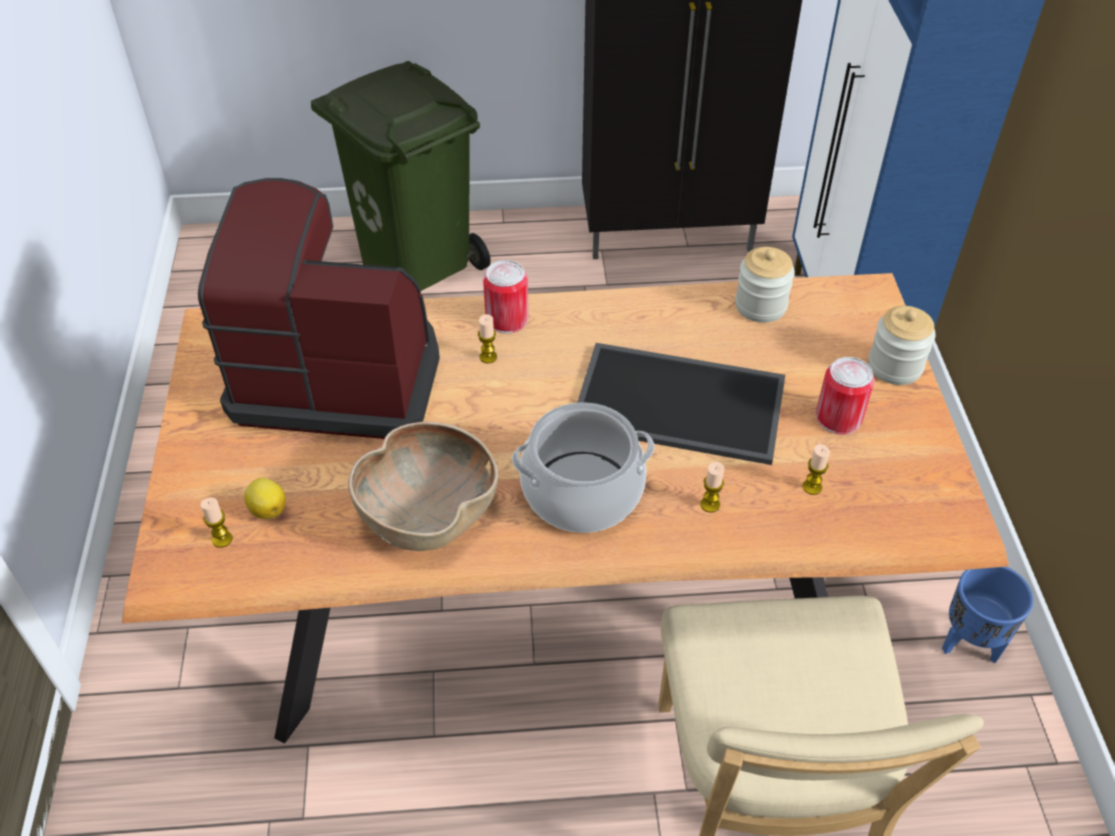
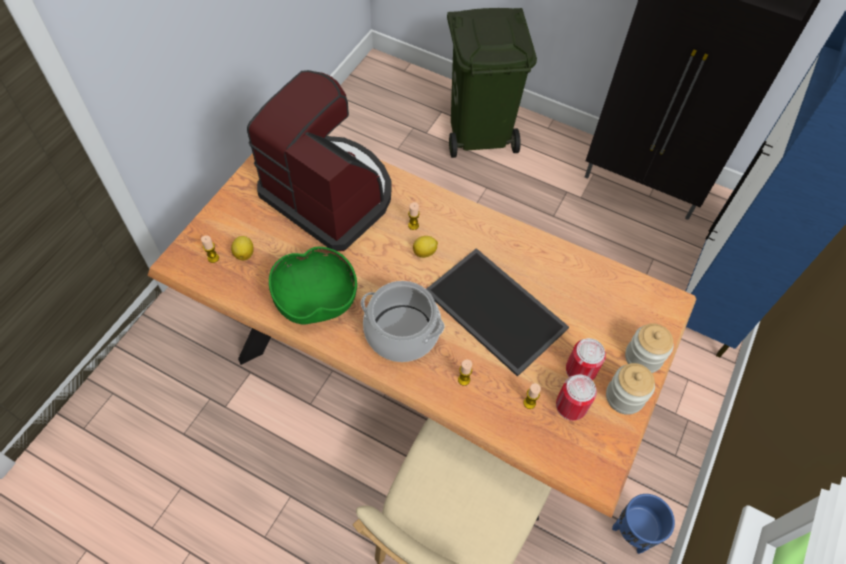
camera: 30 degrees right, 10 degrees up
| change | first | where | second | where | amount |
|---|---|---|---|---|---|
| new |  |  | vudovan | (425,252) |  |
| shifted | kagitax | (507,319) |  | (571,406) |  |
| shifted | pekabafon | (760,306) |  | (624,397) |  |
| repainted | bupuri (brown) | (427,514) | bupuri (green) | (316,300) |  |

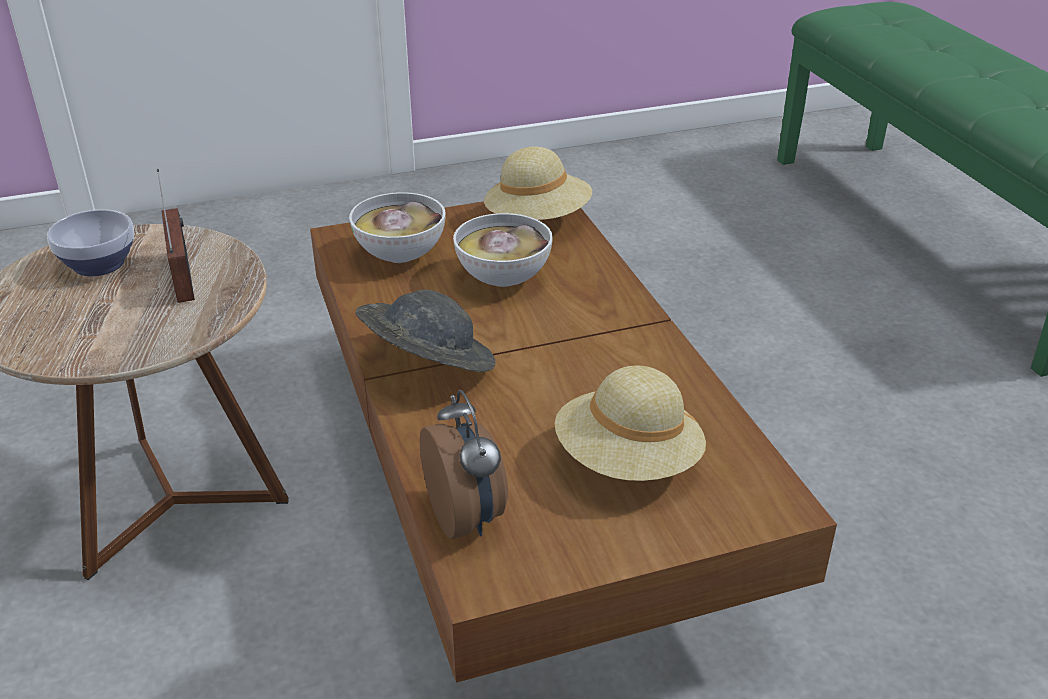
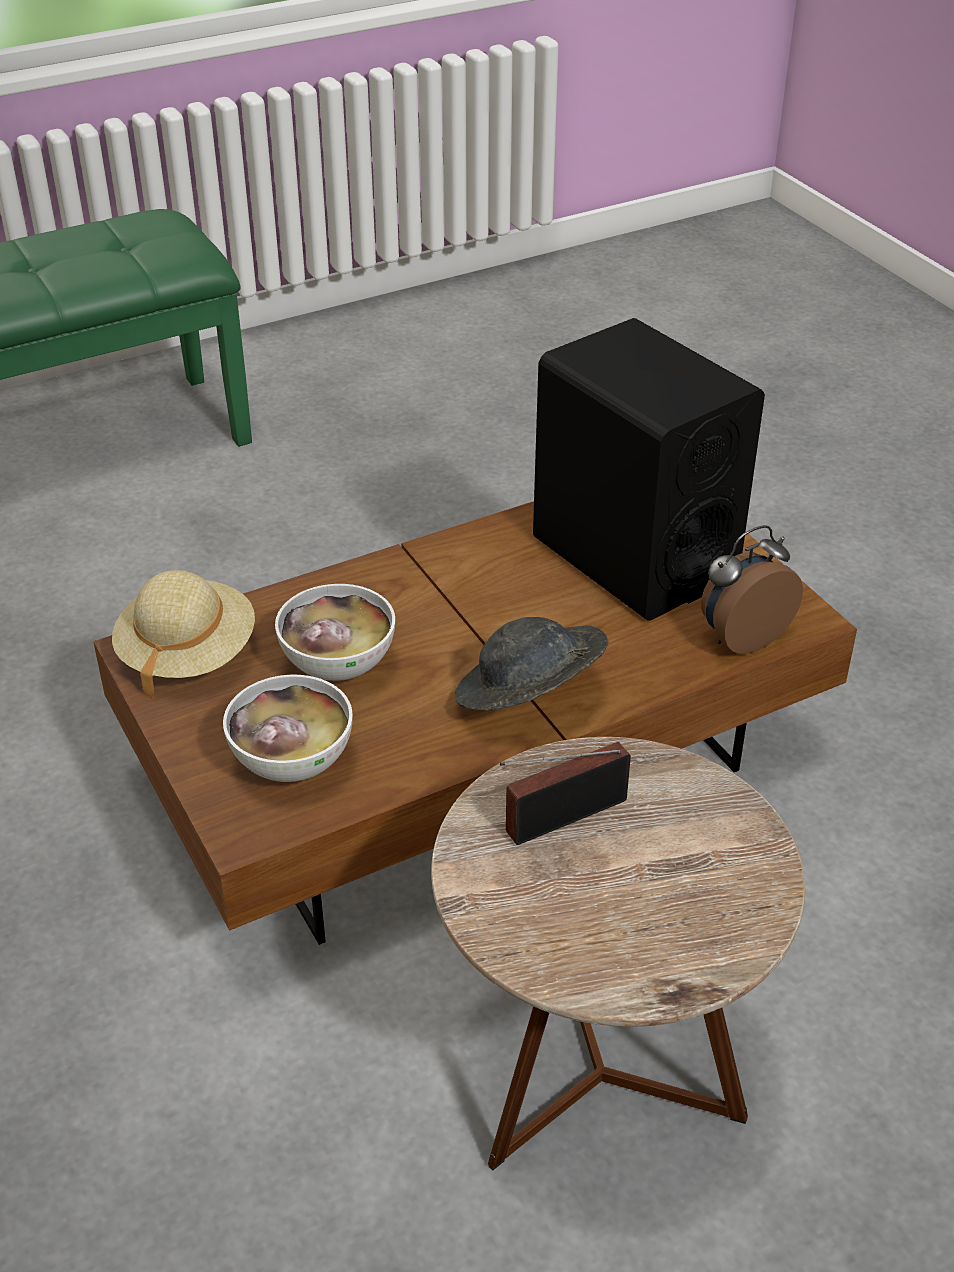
camera: 100 degrees left, 5 degrees up
| change | first | where | second | where | amount |
|---|---|---|---|---|---|
| gone | bupuri | (101,264) |  |  |  |
| swapped | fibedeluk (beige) | (628,461) | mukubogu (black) | (633,556) |  |

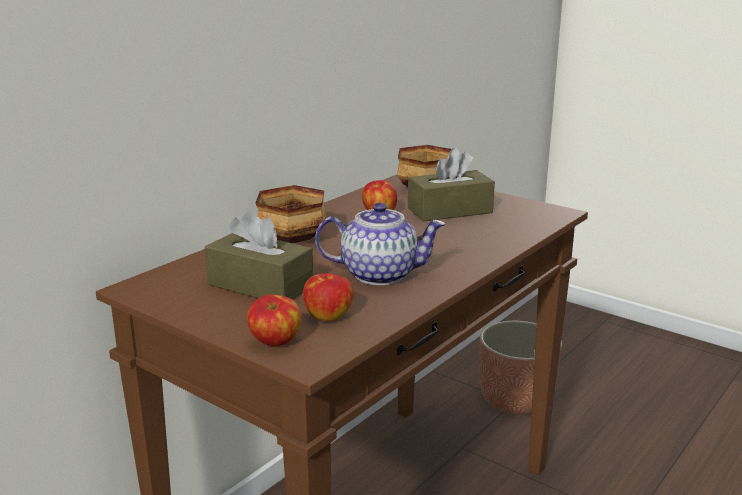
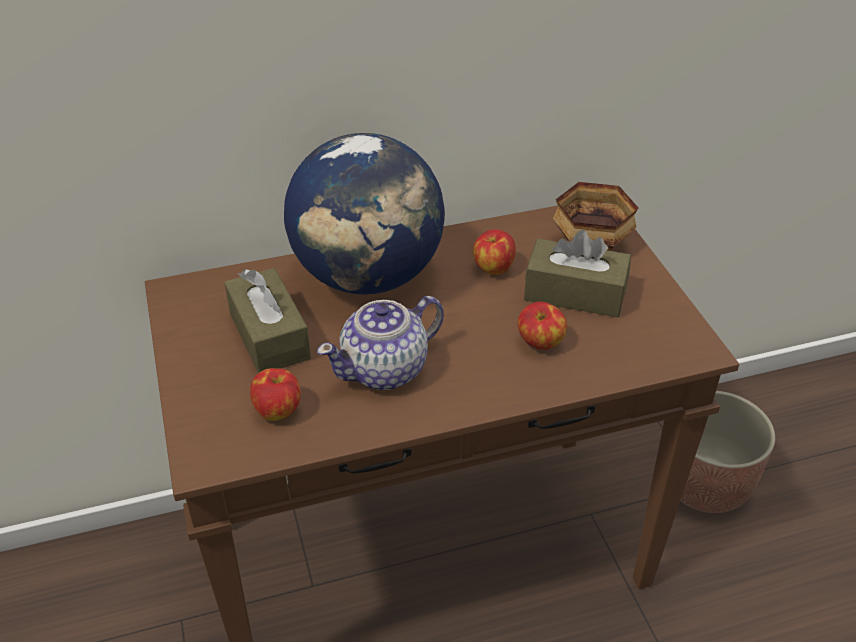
camera: 35 degrees right, 20 degrees up
| change | first | where | second | where | amount |
|---|---|---|---|---|---|
| shifted | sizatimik | (275,342) |  | (540,343) |  |
| swapped | bupuri | (294,239) | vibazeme | (368,276) |  |
| rotated | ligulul | (378,274) |  | (386,369) | 105 degrees clockwise |

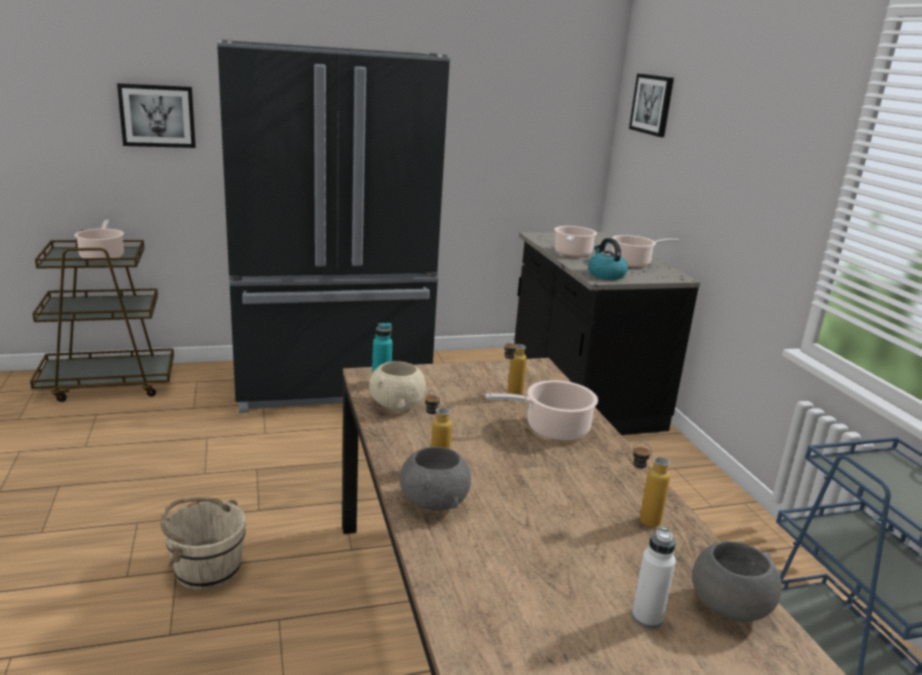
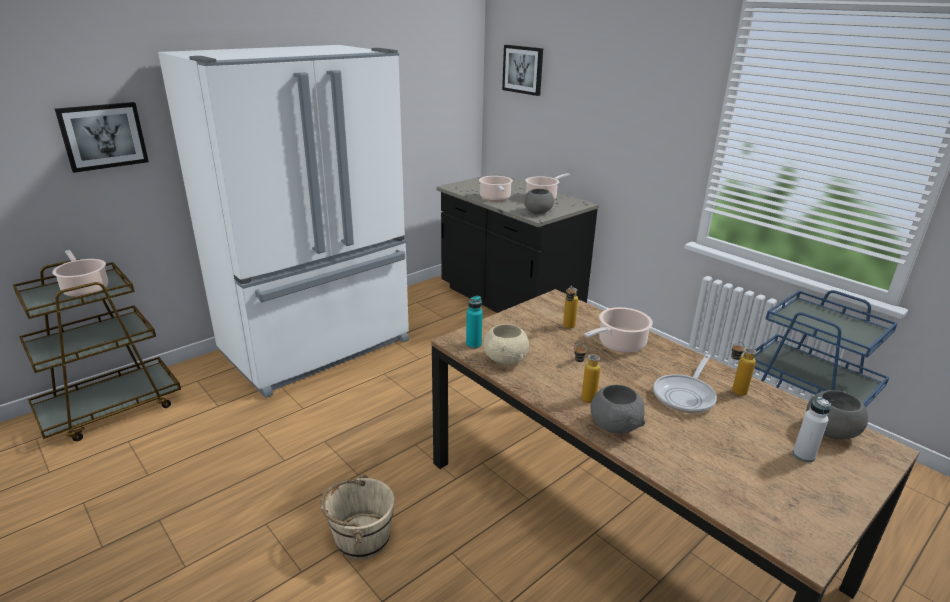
camera: 25 degrees left, 5 degrees up
| change | first | where | second | where | amount |
|---|---|---|---|---|---|
| new |  |  | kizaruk | (685,395) |  |
| swapped | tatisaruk | (605,275) | bupuri (grey) | (538,212) |  |
| repainted | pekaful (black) | (331,383) | pekaful (white) | (319,348) |  |

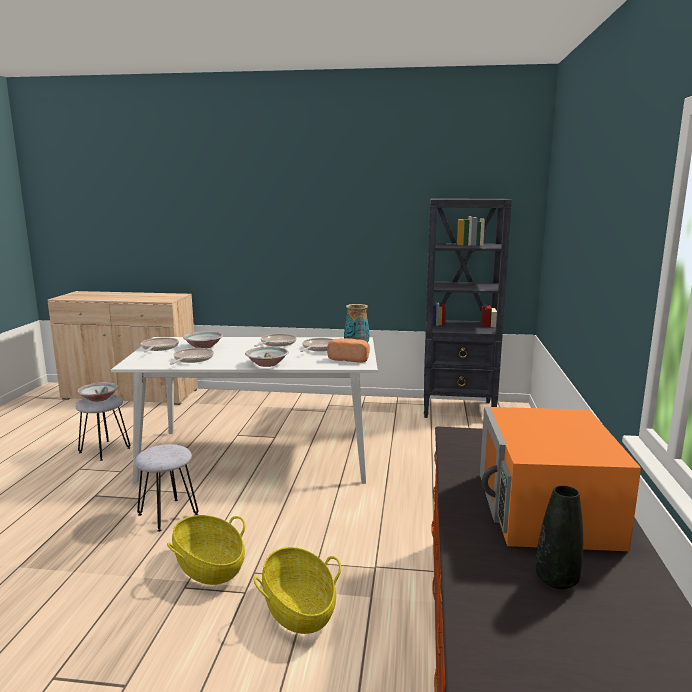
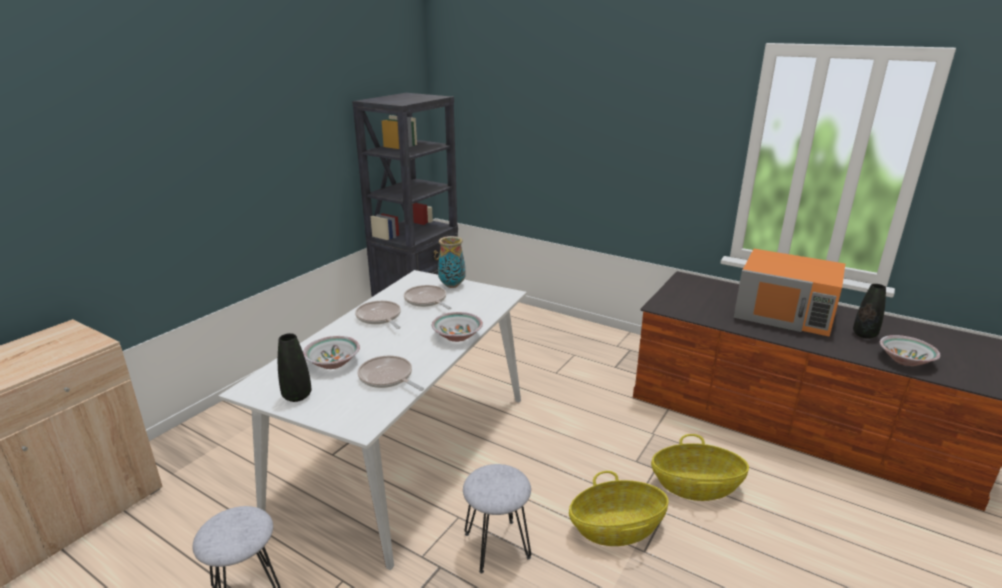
camera: 65 degrees left, 10 degrees up
| change | first | where | second | where | amount |
|---|---|---|---|---|---|
| gone | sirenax | (350,359) |  |  |  |
| shifted | bupuri | (98,399) |  | (906,360) |  |
| swapped | kizaruk | (158,348) | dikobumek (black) | (297,396) |  |

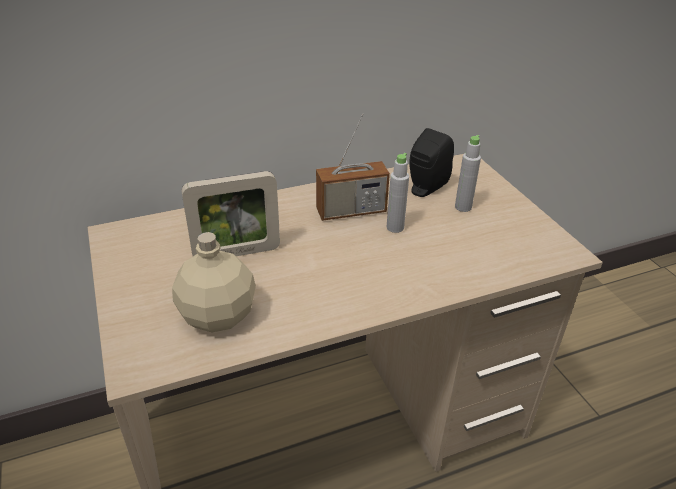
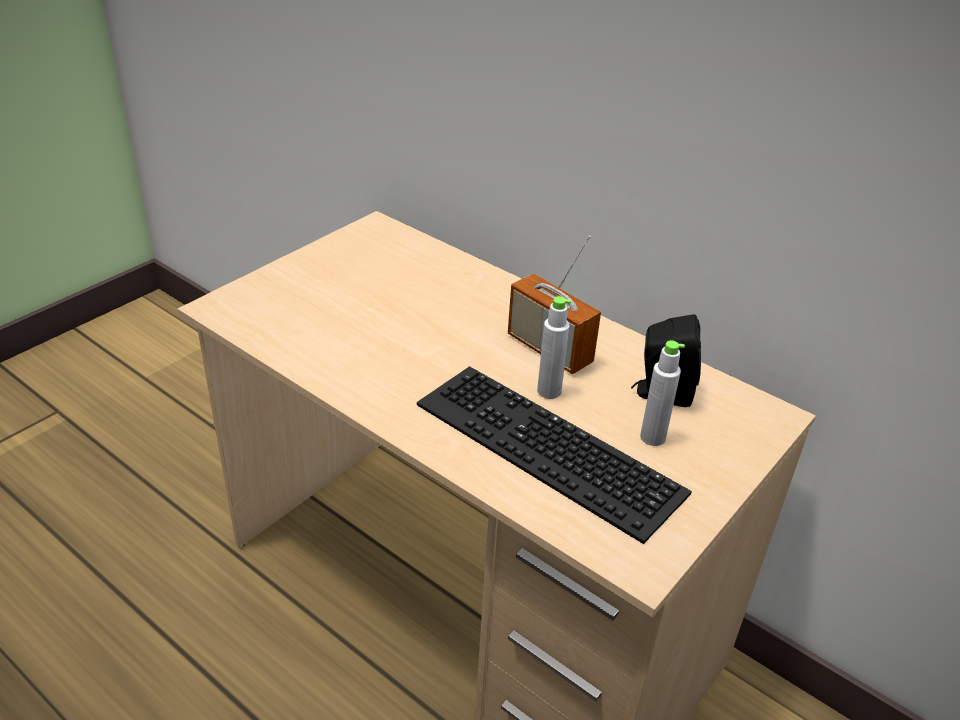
camera: 60 degrees right, 0 degrees up
| change | first | where | second | where | amount |
|---|---|---|---|---|---|
| gone | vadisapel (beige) | (217,316) |  |  |  |
| gone | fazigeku | (237,253) |  |  |  |
| new |  |  | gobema | (541,449) |  |

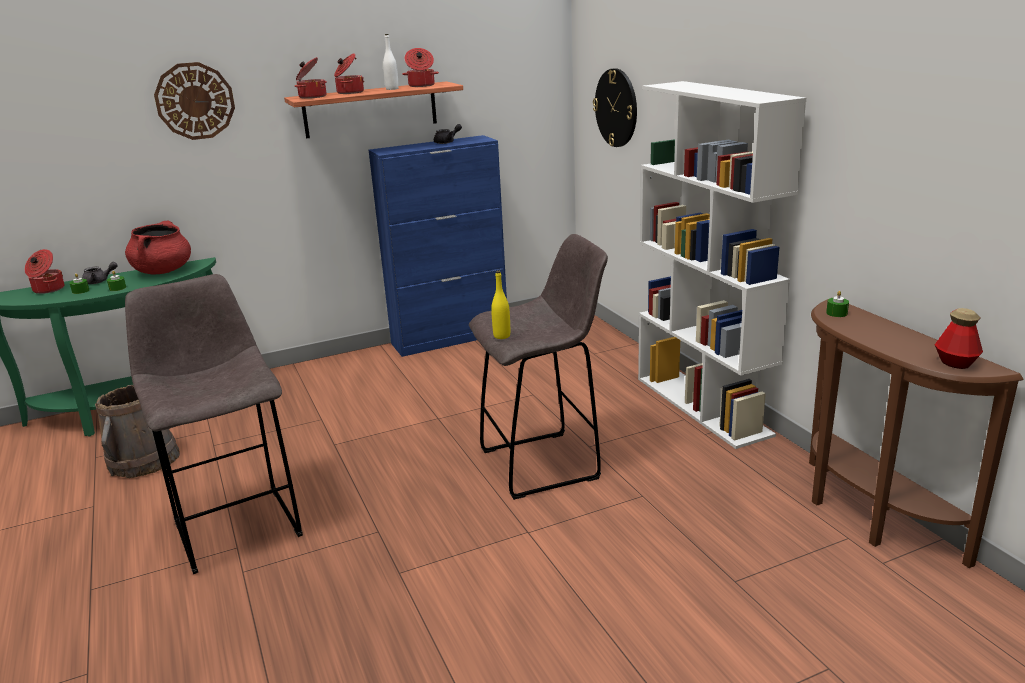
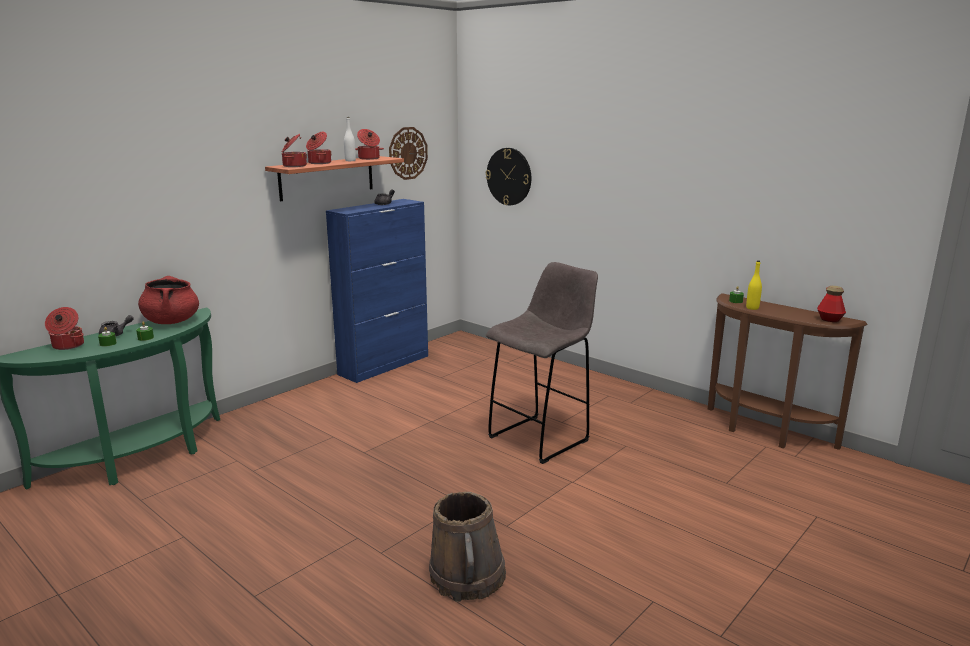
camera: 25 degrees left, 5 degrees down
| change | first | where | second | where | amount |
|---|---|---|---|---|---|
| gone | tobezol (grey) | (237,526) |  |  |  |
| gone | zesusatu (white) | (703,406) |  |  |  |
| shifted | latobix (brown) | (143,461) |  | (467,577) |  |
| shifted | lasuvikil | (195,101) |  | (408,153) |  |
| shifted | vadisapel (yellow) | (502,336) |  | (752,308) |  |

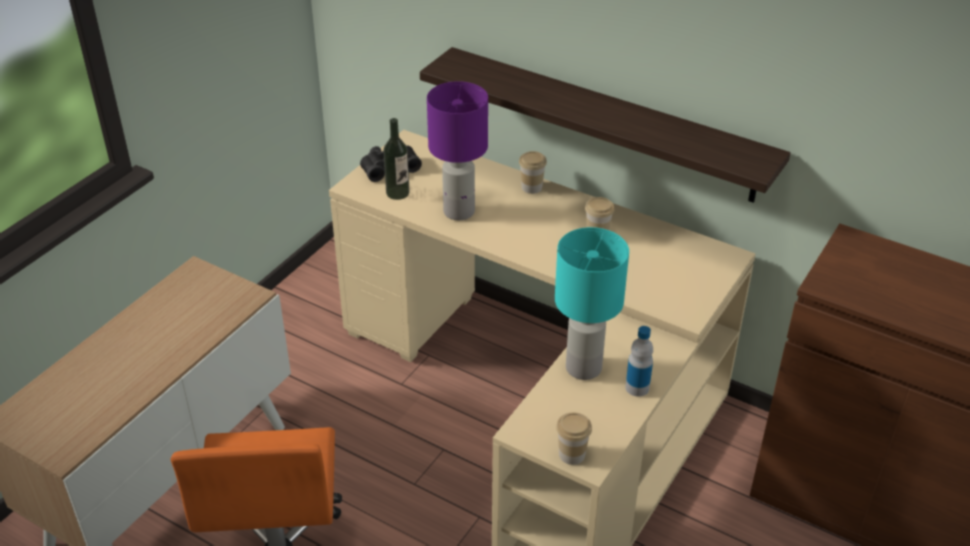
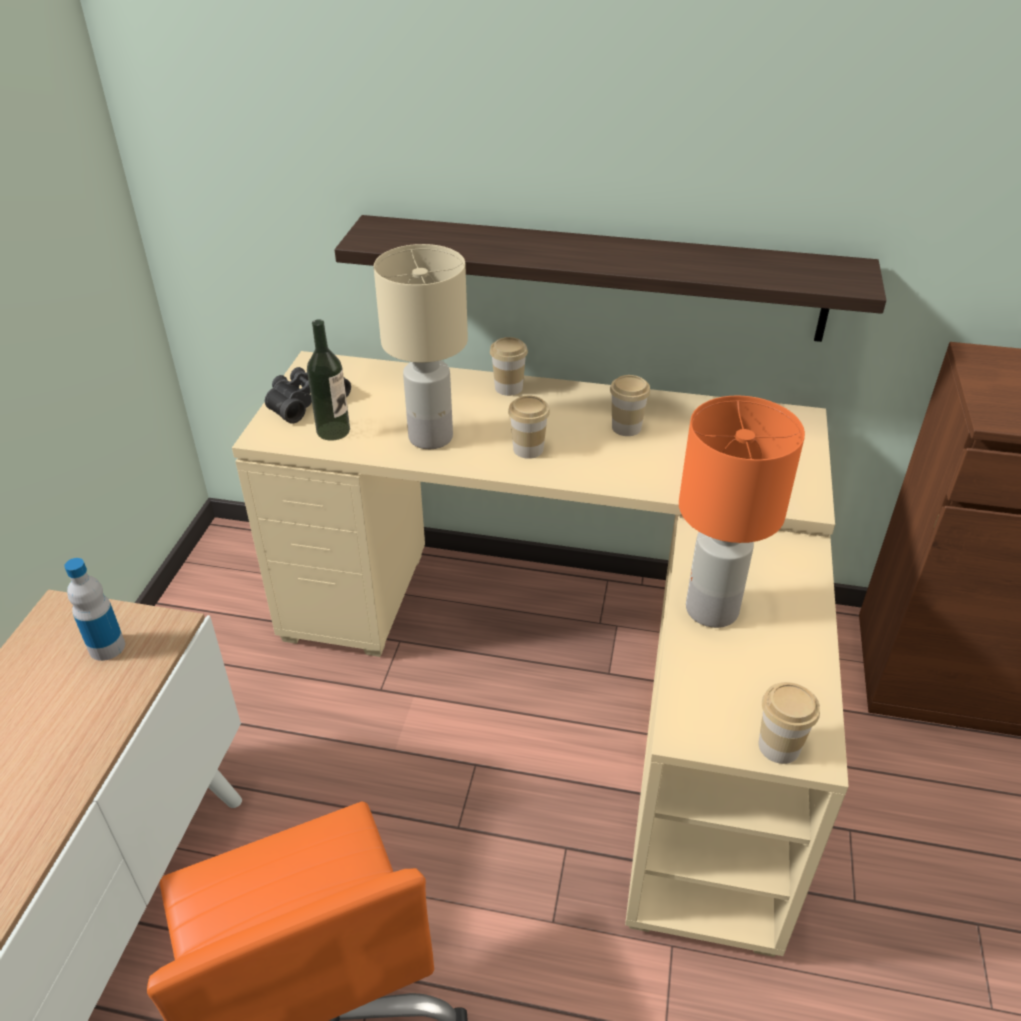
camera: 20 degrees left, 0 degrees up
| change | first | where | second | where | amount |
|---|---|---|---|---|---|
| new |  |  | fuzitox | (528,449) |  |
| shifted | vadisapel | (637,387) |  | (107,647) |  |
| repainted | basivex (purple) | (459,211) | basivex (beige) | (431,436) |  |
| repainted | basivex (turquoise) | (582,368) | basivex (orange) | (711,610) |  |

